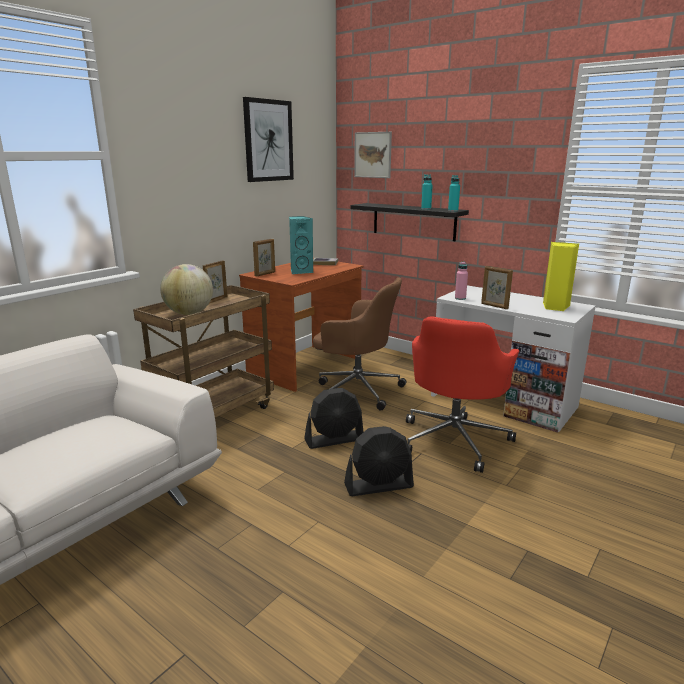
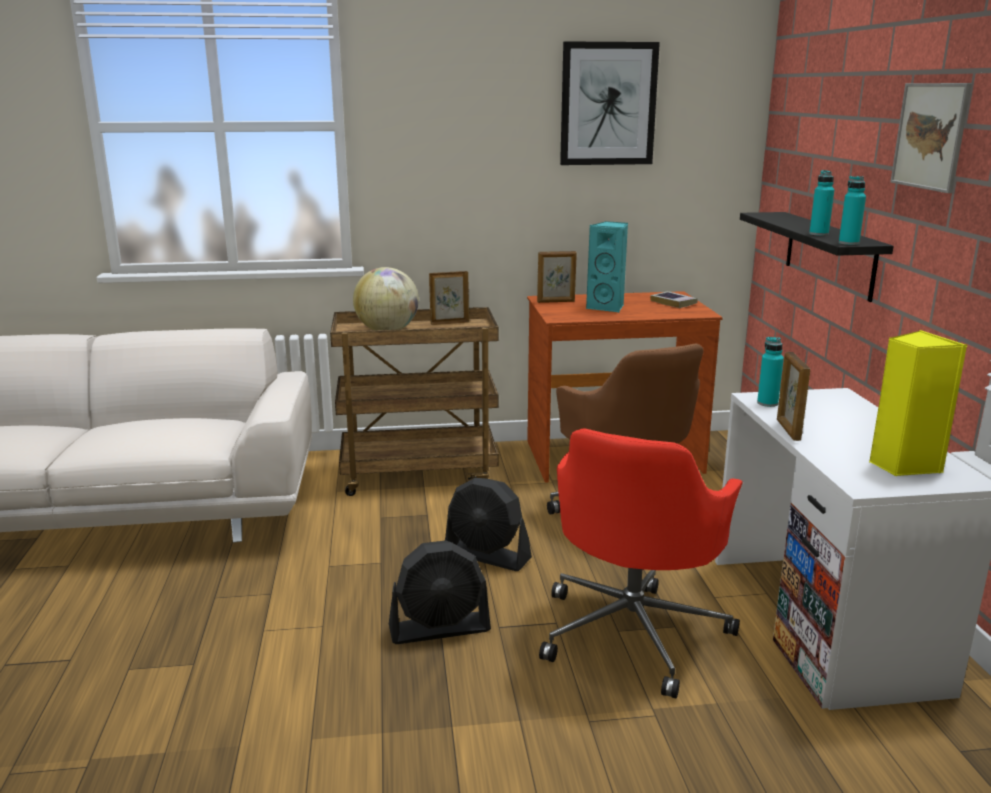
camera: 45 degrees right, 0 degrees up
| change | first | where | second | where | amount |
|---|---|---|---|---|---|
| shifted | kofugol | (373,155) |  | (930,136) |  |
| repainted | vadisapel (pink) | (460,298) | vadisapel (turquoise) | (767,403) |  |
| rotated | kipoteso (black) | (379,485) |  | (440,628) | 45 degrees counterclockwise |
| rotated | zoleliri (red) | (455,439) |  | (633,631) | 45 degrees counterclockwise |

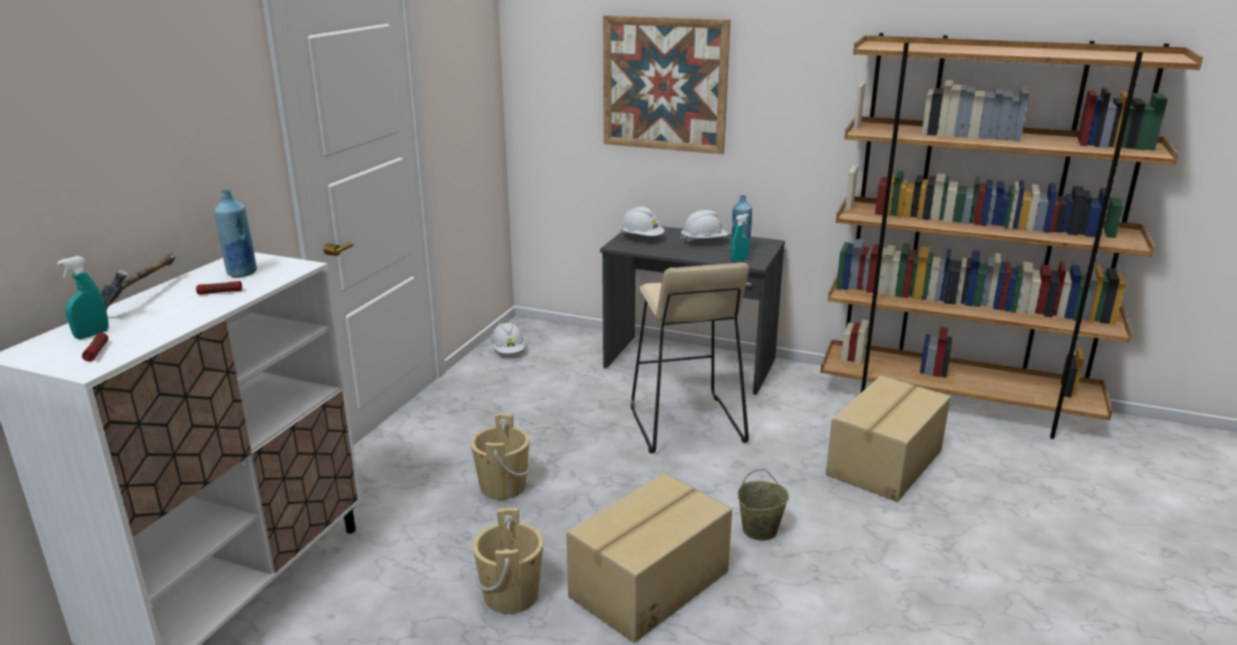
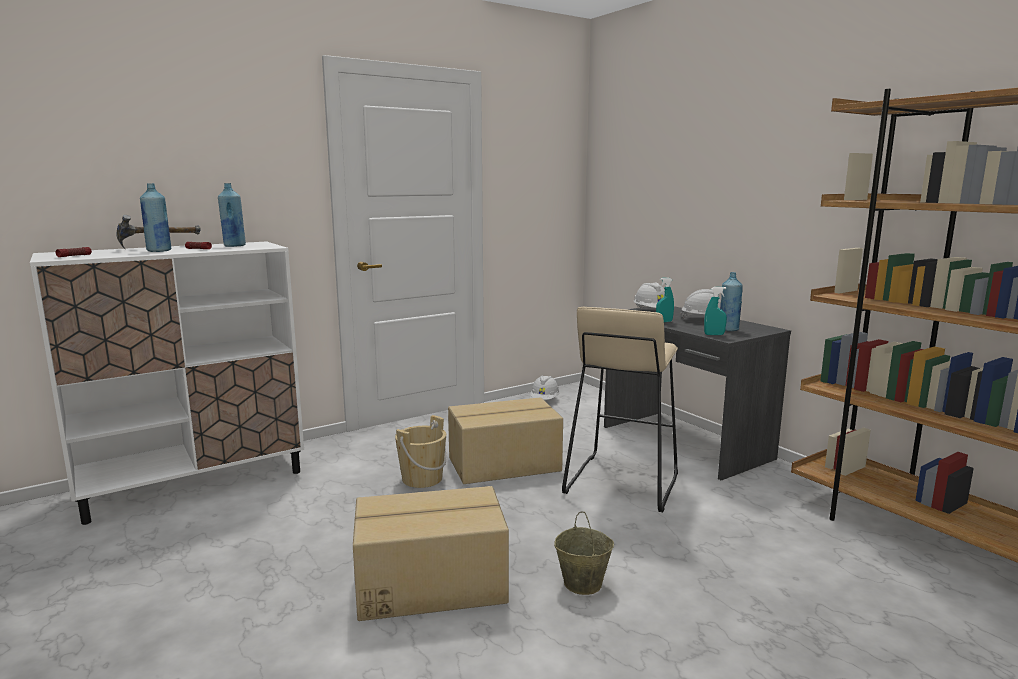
camera: 35 degrees right, 10 degrees down
| change | first | where | second | where | amount |
|---|---|---|---|---|---|
| gone | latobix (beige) | (511,595) |  |  |  |
| gone | kofugol | (664,84) |  |  |  |
| new |  |  | vadisapel (blue) | (159,251) |  |
| shifted | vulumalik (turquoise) | (92,335) |  | (664,322) |  |
| shifted | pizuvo | (886,463) |  | (505,465) |  |

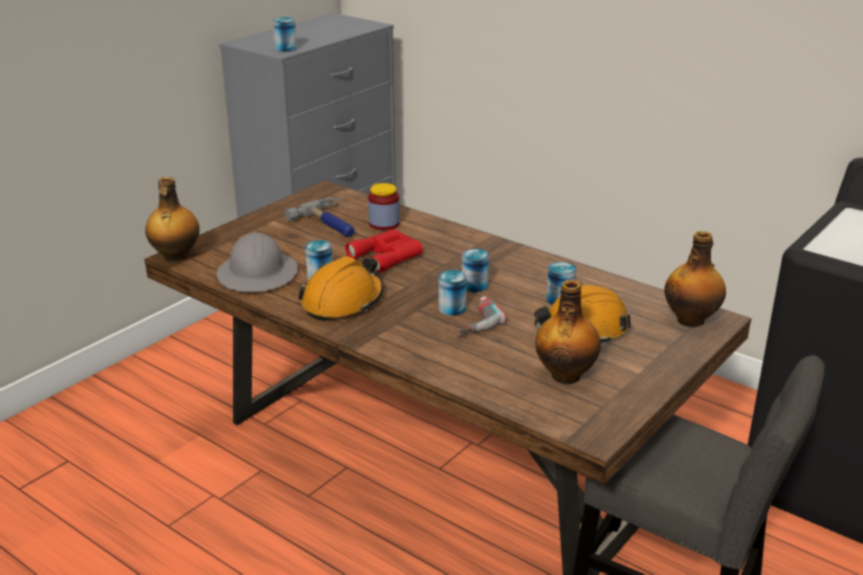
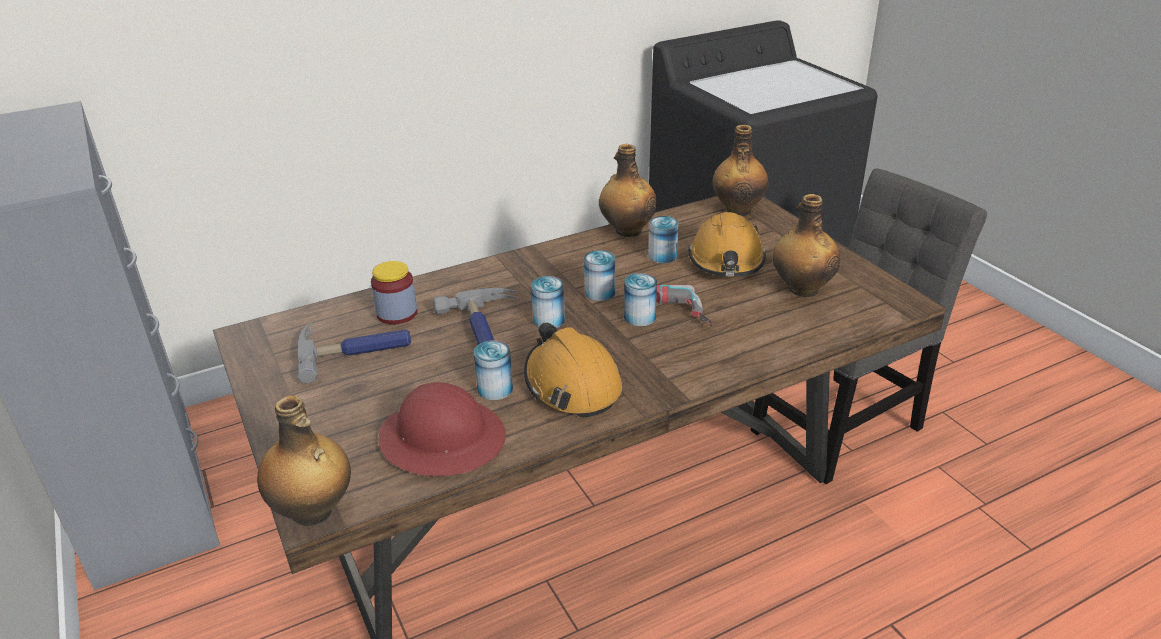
camera: 65 degrees left, 5 degrees up
| change | first | where | second | where | amount |
|---|---|---|---|---|---|
| new |  |  | vadisapel | (627,231) |  |
| shifted | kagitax | (286,48) |  | (549,320) |  |
| swapped | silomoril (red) | (388,256) | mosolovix | (484,329) |  |
| repainted | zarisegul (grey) | (258,274) | zarisegul (red) | (442,438) |  |

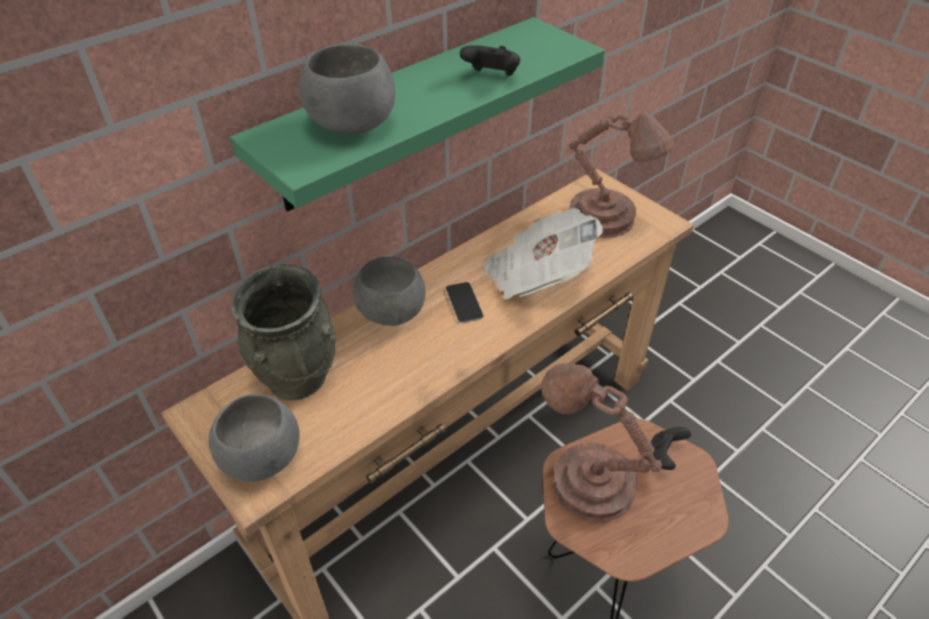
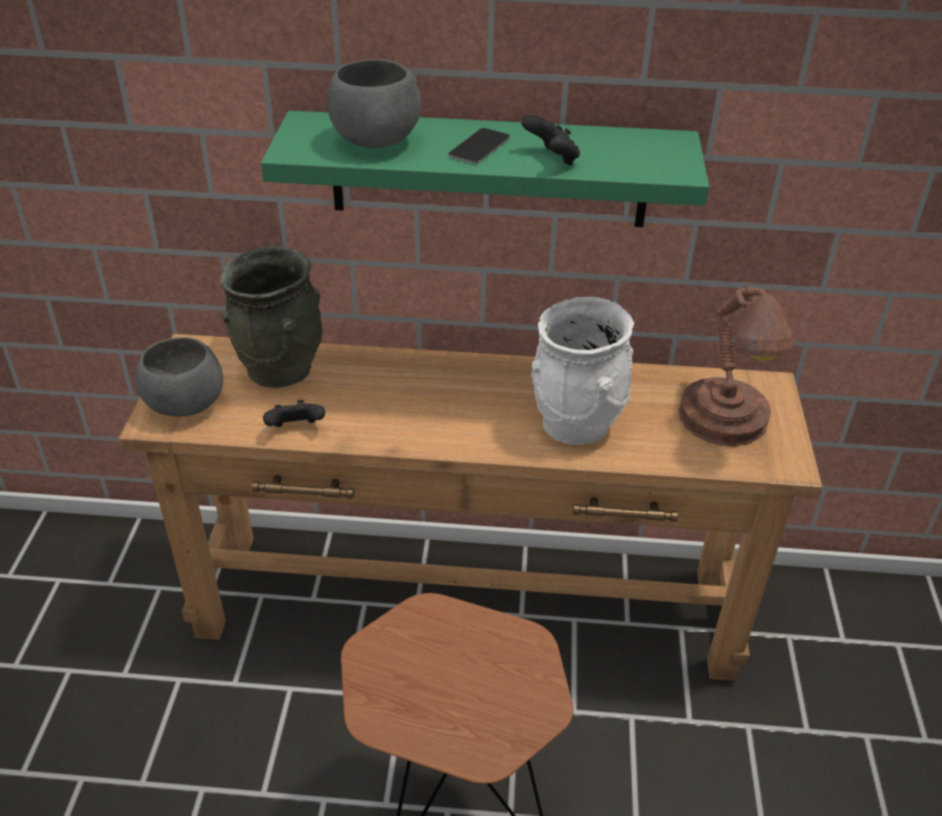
camera: 45 degrees right, 5 degrees down
| change | first | where | second | where | amount |
|---|---|---|---|---|---|
| gone | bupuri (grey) | (391,314) |  |  |  |
| gone | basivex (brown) | (586,481) |  |  |  |
| shifted | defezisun | (464,302) |  | (479,147) |  |
| shifted | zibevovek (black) | (662,457) |  | (296,429) |  |
| swapped | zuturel | (537,275) | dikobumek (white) | (576,423) |  |

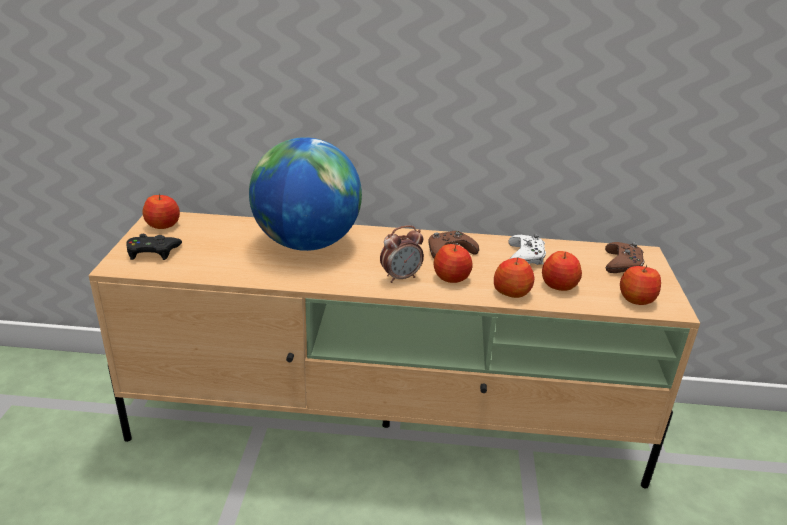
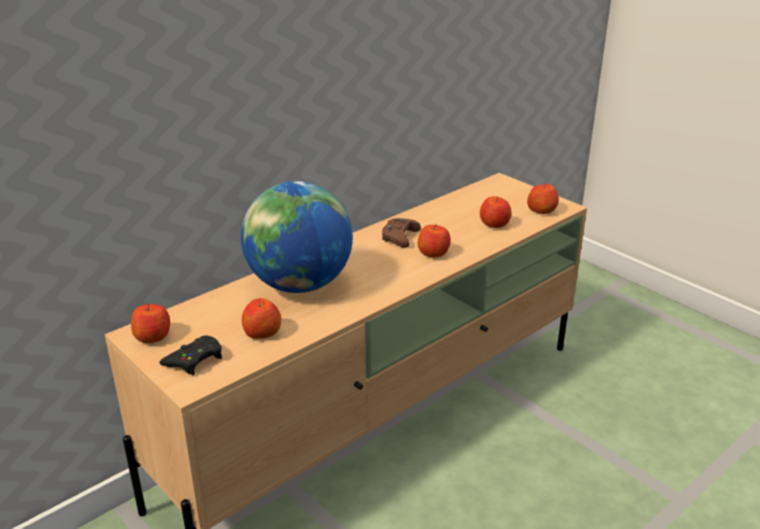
camera: 45 degrees left, 0 degrees up
| change | first | where | second | where | amount |
|---|---|---|---|---|---|
| gone | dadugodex | (401,277) |  |  |  |
| gone | zibevovek (white) | (525,256) |  |  |  |
| gone | zibevovek (brown) | (622,264) |  |  |  |
| shifted | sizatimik | (512,292) |  | (262,332) |  |

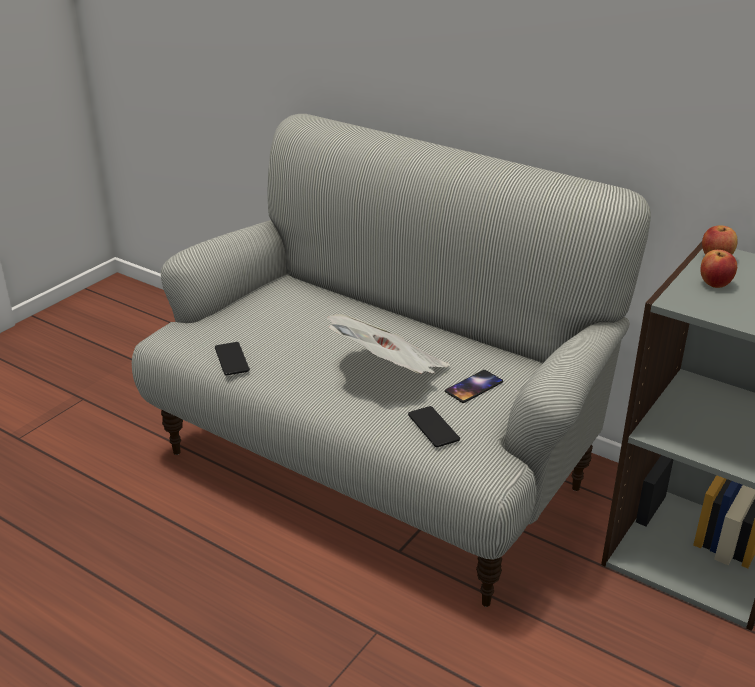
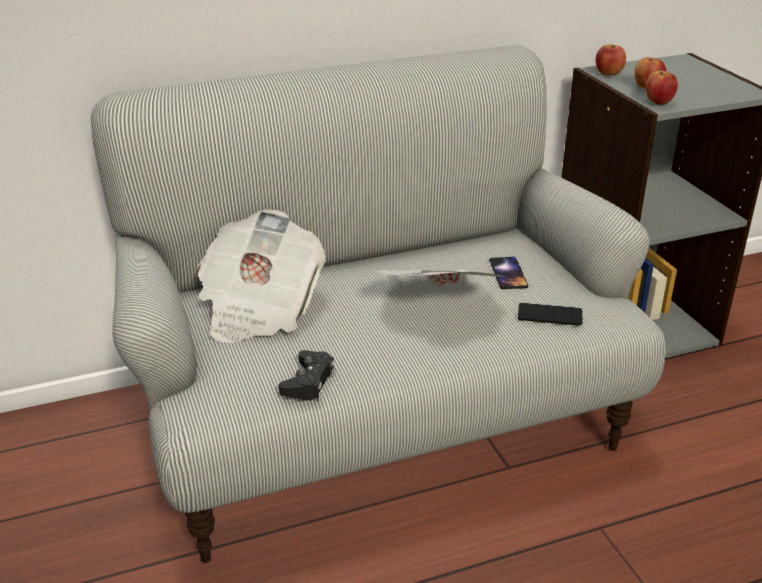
camera: 55 degrees left, 0 degrees up
| change | first | where | second | where | amount |
|---|---|---|---|---|---|
| new |  |  | zuturel | (259,308) |  |
| new |  |  | sizatimik | (659,102) |  |
| swapped | defezisun | (232,359) | zibevovek (black) | (309,382) |  |

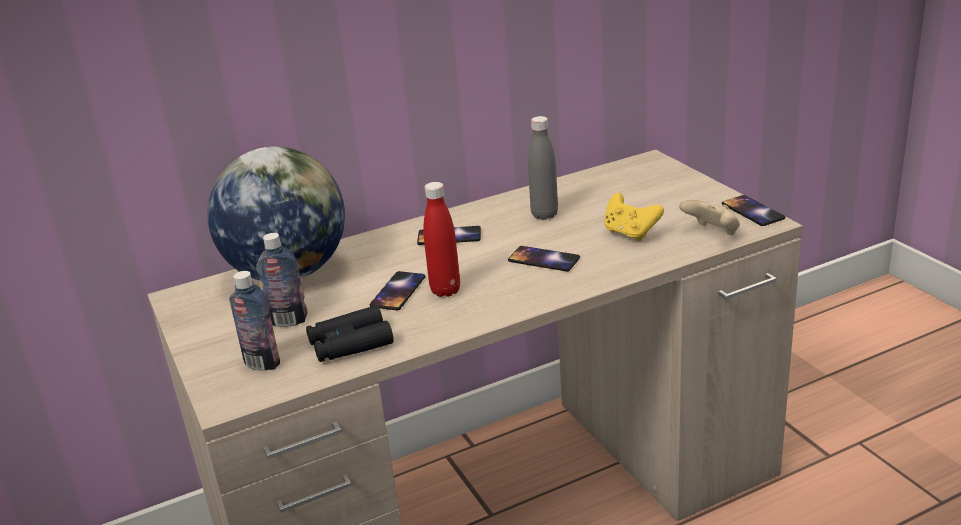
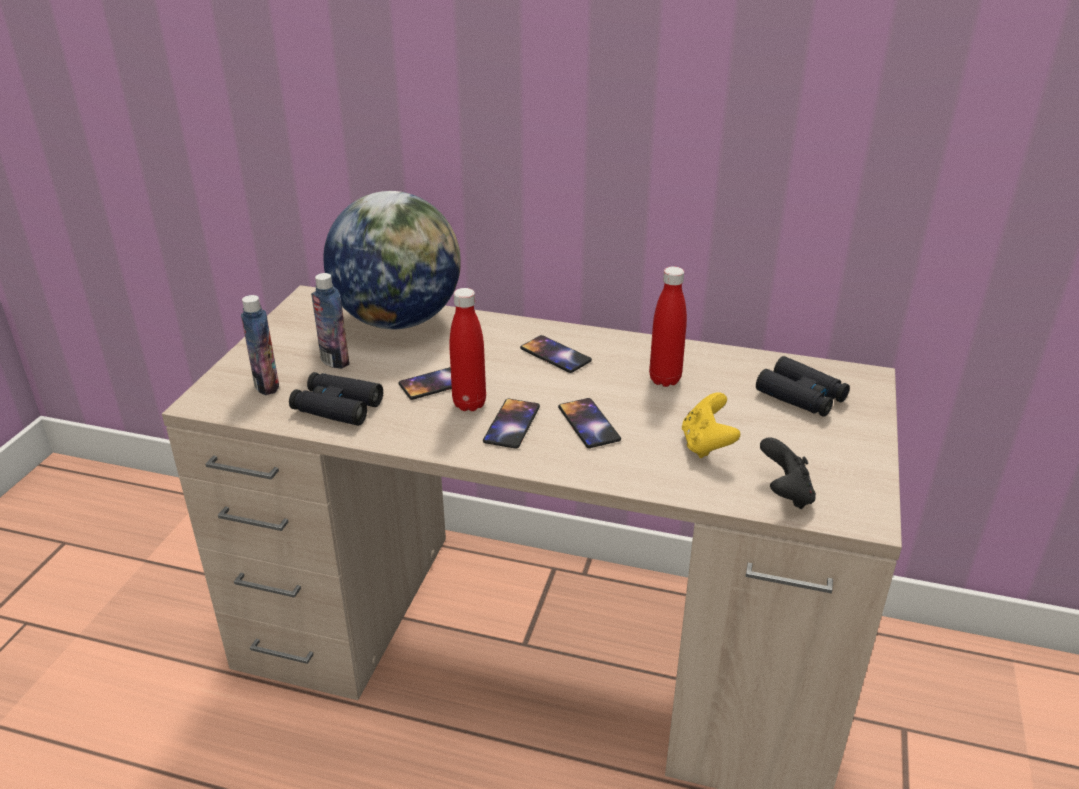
camera: 40 degrees right, 5 degrees up
| change | first | where | second | where | amount |
|---|---|---|---|---|---|
| new |  |  | silomoril (black) | (801,396) |  |
| shifted | defezisun | (752,211) |  | (511,424) |  |
| repainted | vadisapel (grey) | (544,215) | vadisapel (red) | (665,379) |  |
| repainted | zibevovek (beige) | (712,233) | zibevovek (black) | (785,494) |  |

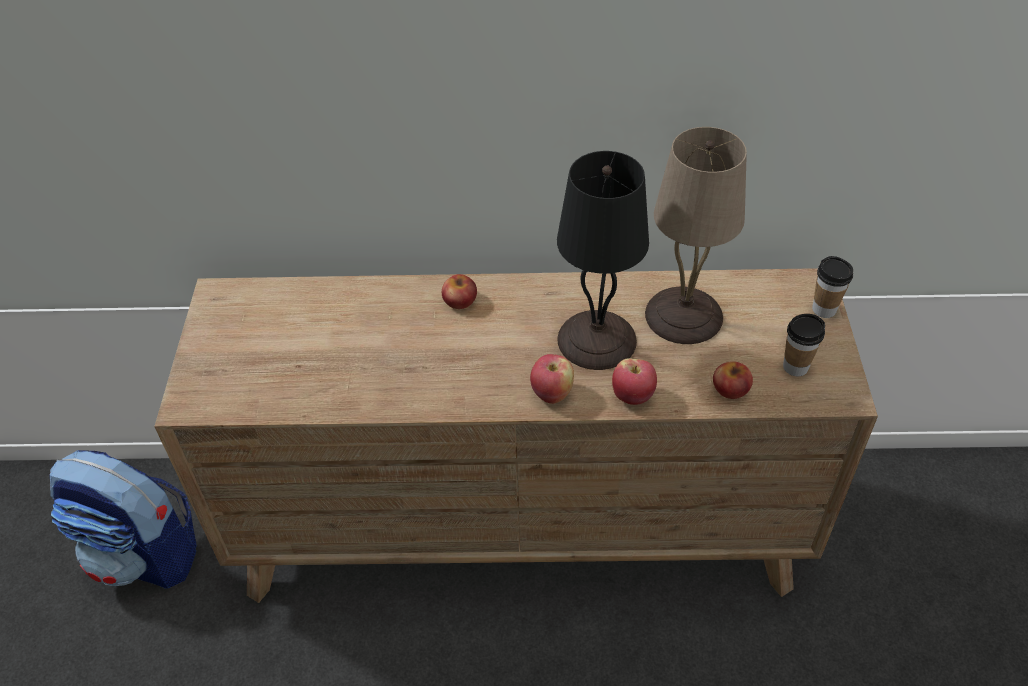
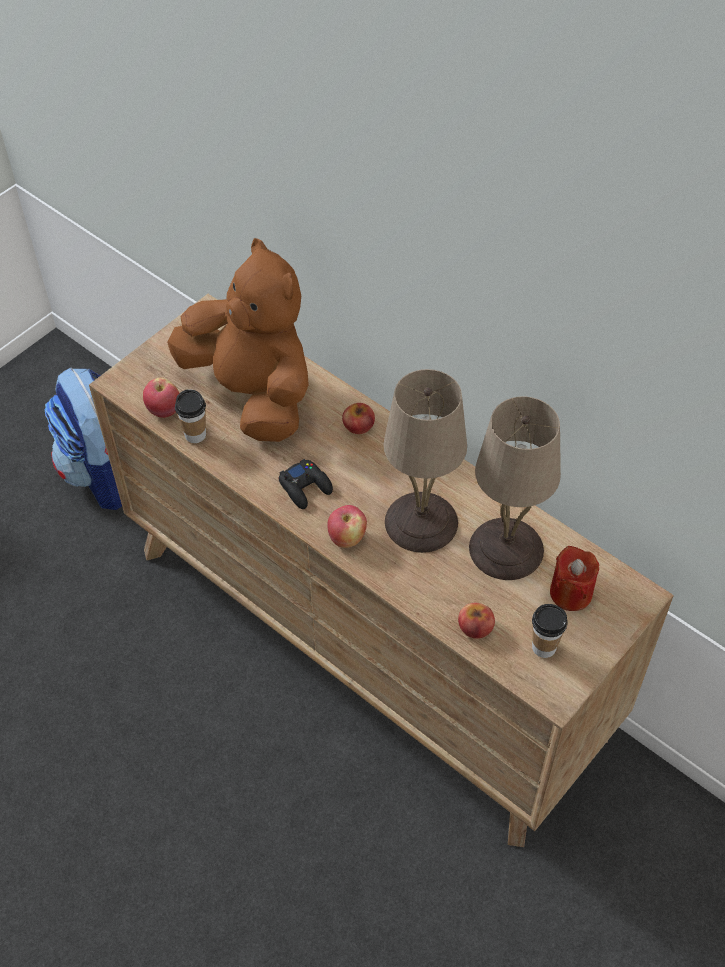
camera: 40 degrees right, 5 degrees up
| change | first | where | second | where | amount |
|---|---|---|---|---|---|
| new |  |  | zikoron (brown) | (253,394) |  |
| new |  |  | zibevovek (black) | (305,487) |  |
| new |  |  | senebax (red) | (571,593) |  |
| shifted | sizatimik | (633,396) |  | (164,410) |  |
| shifted | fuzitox | (824,309) |  | (195,435) |  |
| repainted | basivex (black) | (595,340) | basivex (beige) | (419,521) |  |

